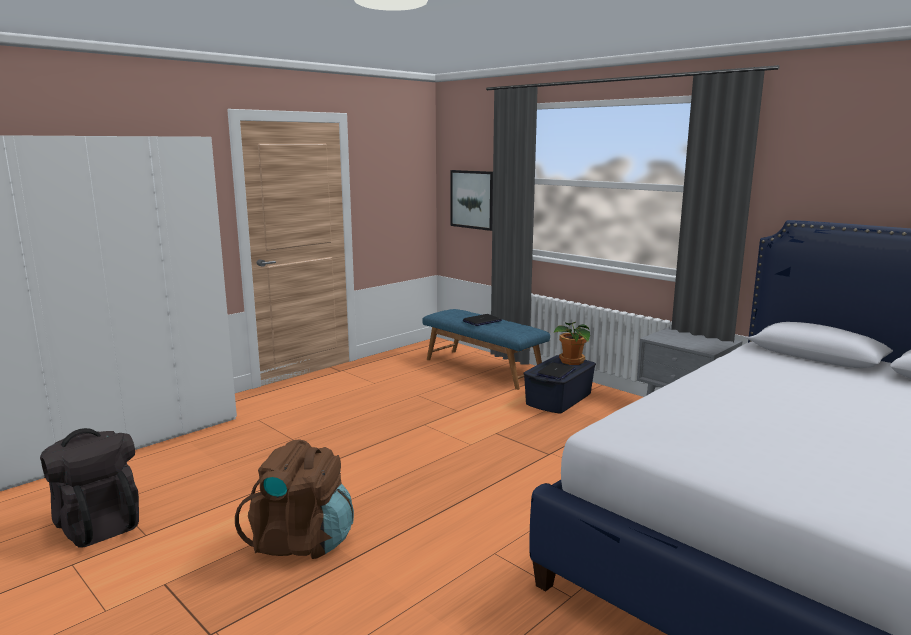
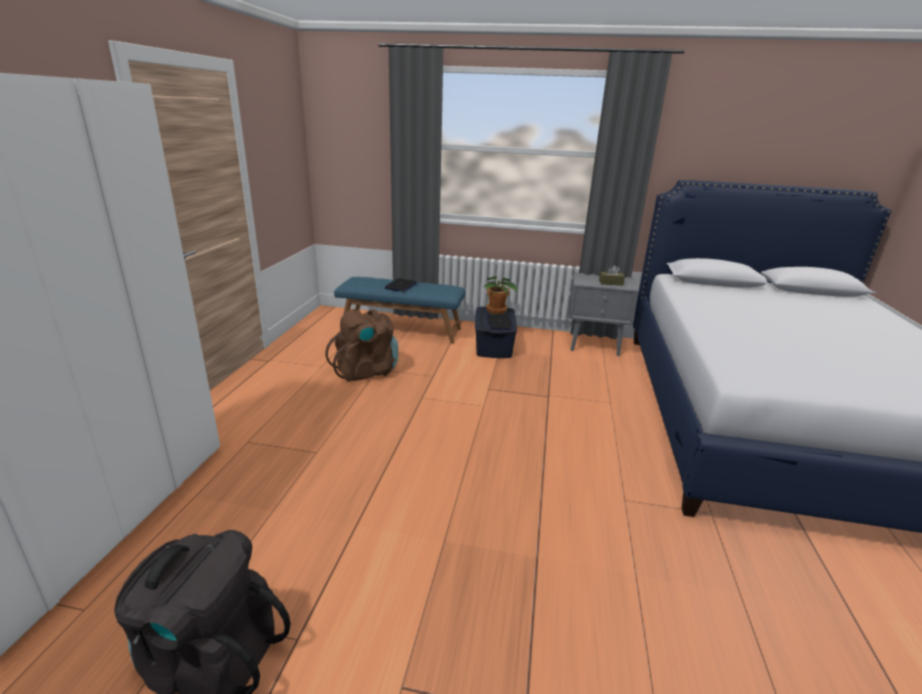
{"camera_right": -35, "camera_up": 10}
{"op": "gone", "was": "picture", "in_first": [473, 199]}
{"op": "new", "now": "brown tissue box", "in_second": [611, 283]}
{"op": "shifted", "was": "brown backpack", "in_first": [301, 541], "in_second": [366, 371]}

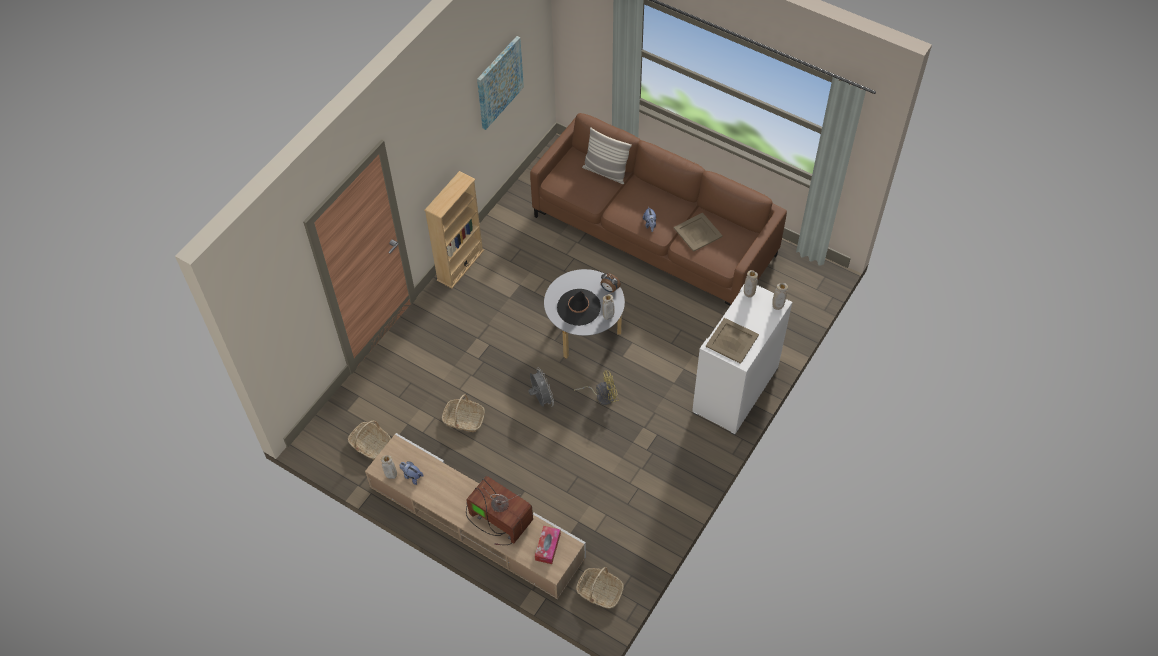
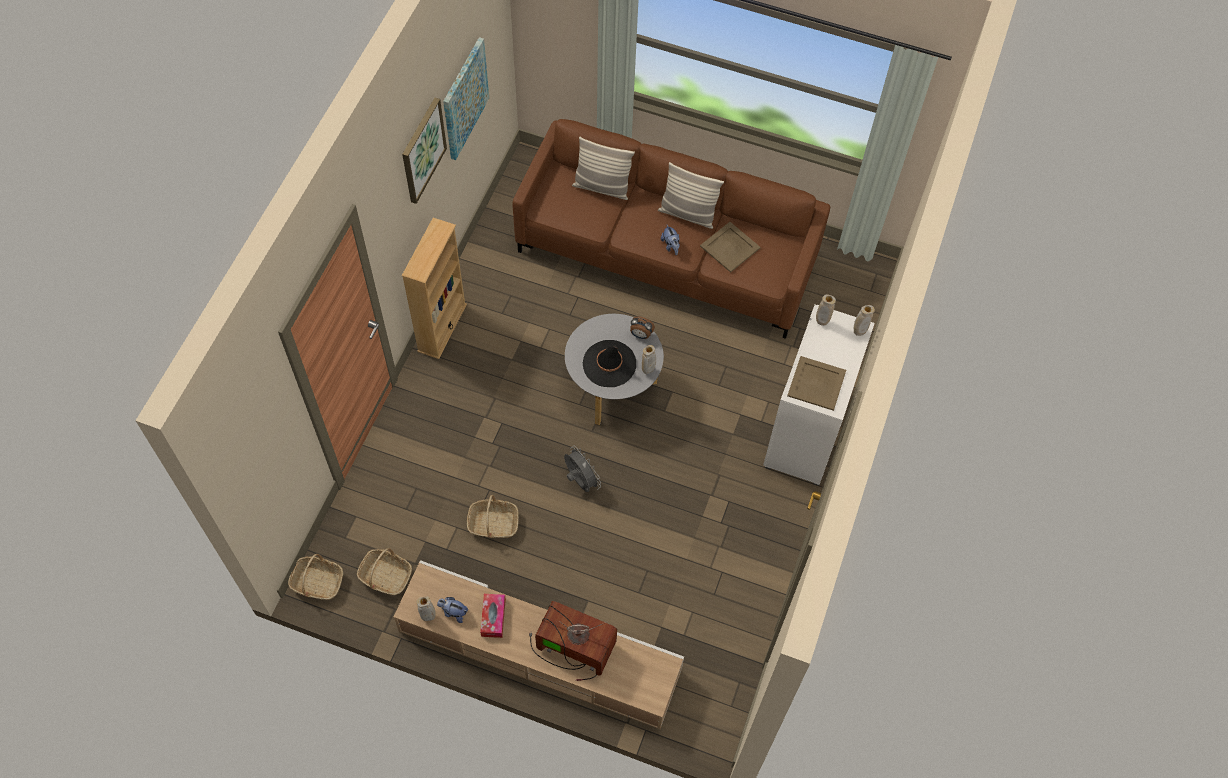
{"camera_right": -15, "camera_up": 5}
{"op": "gone", "was": "yellow fan", "in_first": [601, 396]}
{"op": "new", "now": "picture", "in_second": [422, 150]}
{"op": "new", "now": "pillow", "in_second": [687, 214]}
{"op": "shifted", "was": "tissue box", "in_first": [547, 547], "in_second": [493, 617]}
{"op": "shifted", "was": "basket", "in_first": [599, 592], "in_second": [317, 582]}

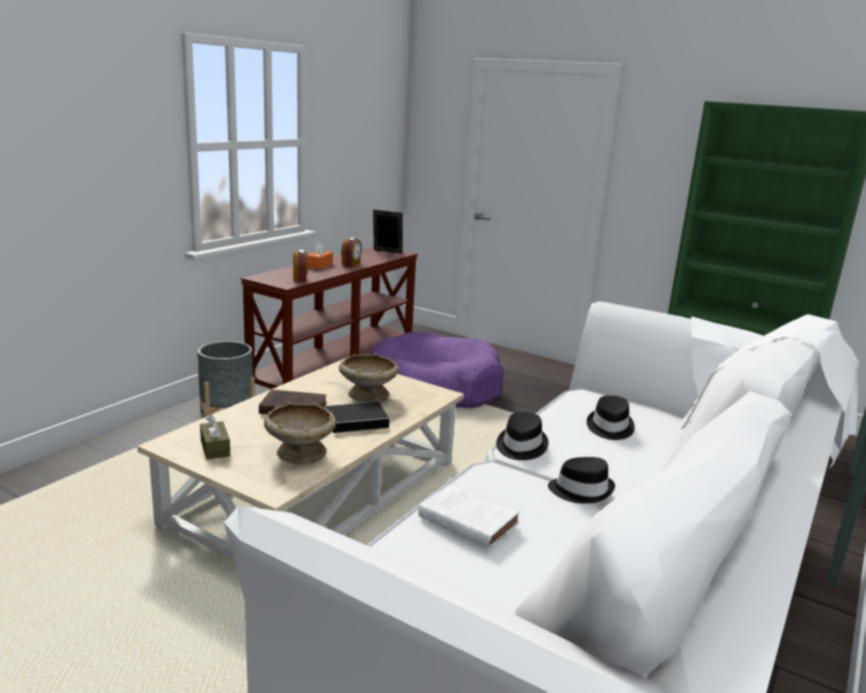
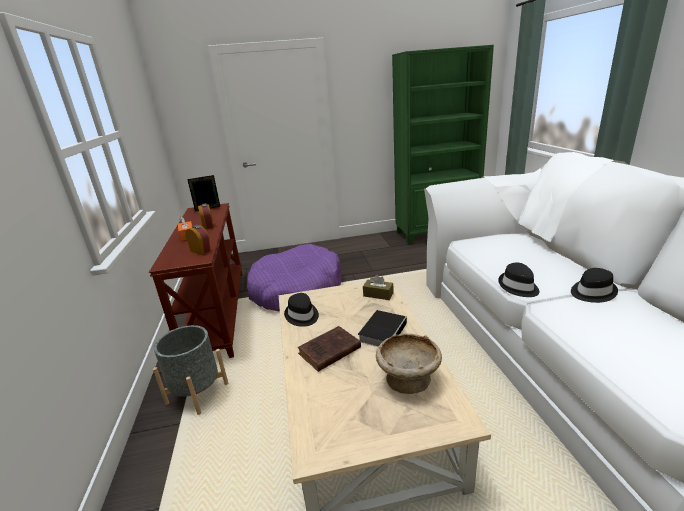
{"camera_right": -40, "camera_up": 5}
{"op": "gone", "was": "beige bowl", "in_first": [367, 395]}
{"op": "gone", "was": "white book", "in_first": [466, 519]}
{"op": "shifted", "was": "brown tissue box", "in_first": [215, 448], "in_second": [378, 294]}
{"op": "shifted", "was": "black hat", "in_first": [609, 427], "in_second": [302, 316]}

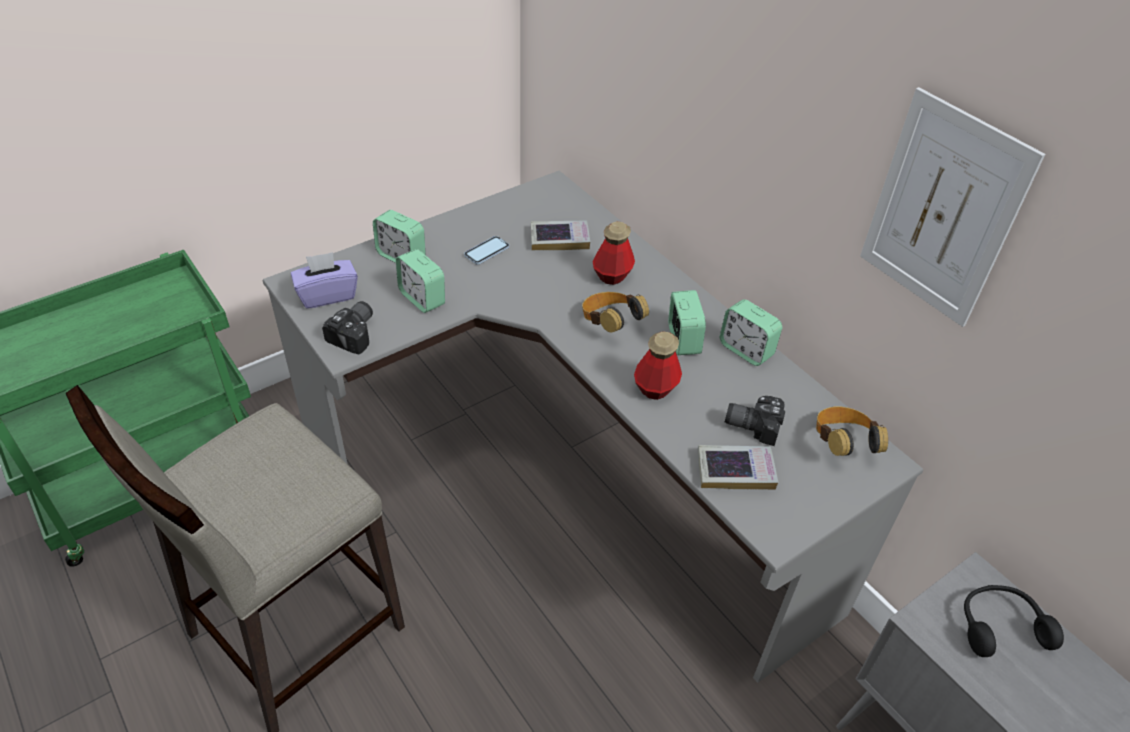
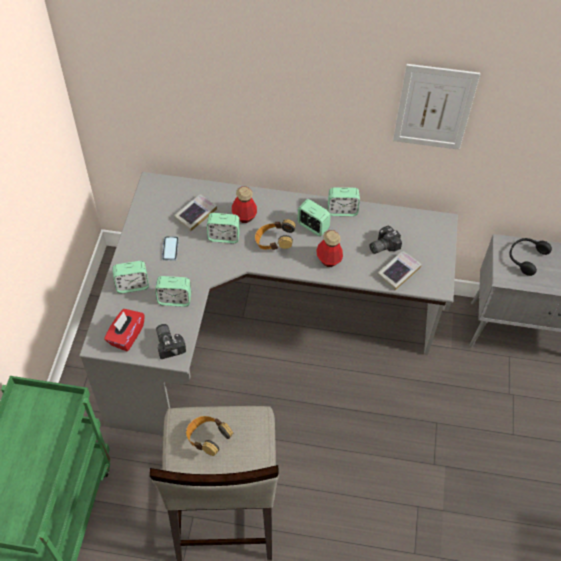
{"camera_right": -45, "camera_up": 10}
{"op": "new", "now": "alarm clock", "in_second": [223, 236]}
{"op": "shifted", "was": "headphones", "in_first": [842, 444], "in_second": [207, 439]}
{"op": "repainted", "was": "purple tissue box", "now": "red tissue box", "in_first": [327, 295], "in_second": [126, 336]}

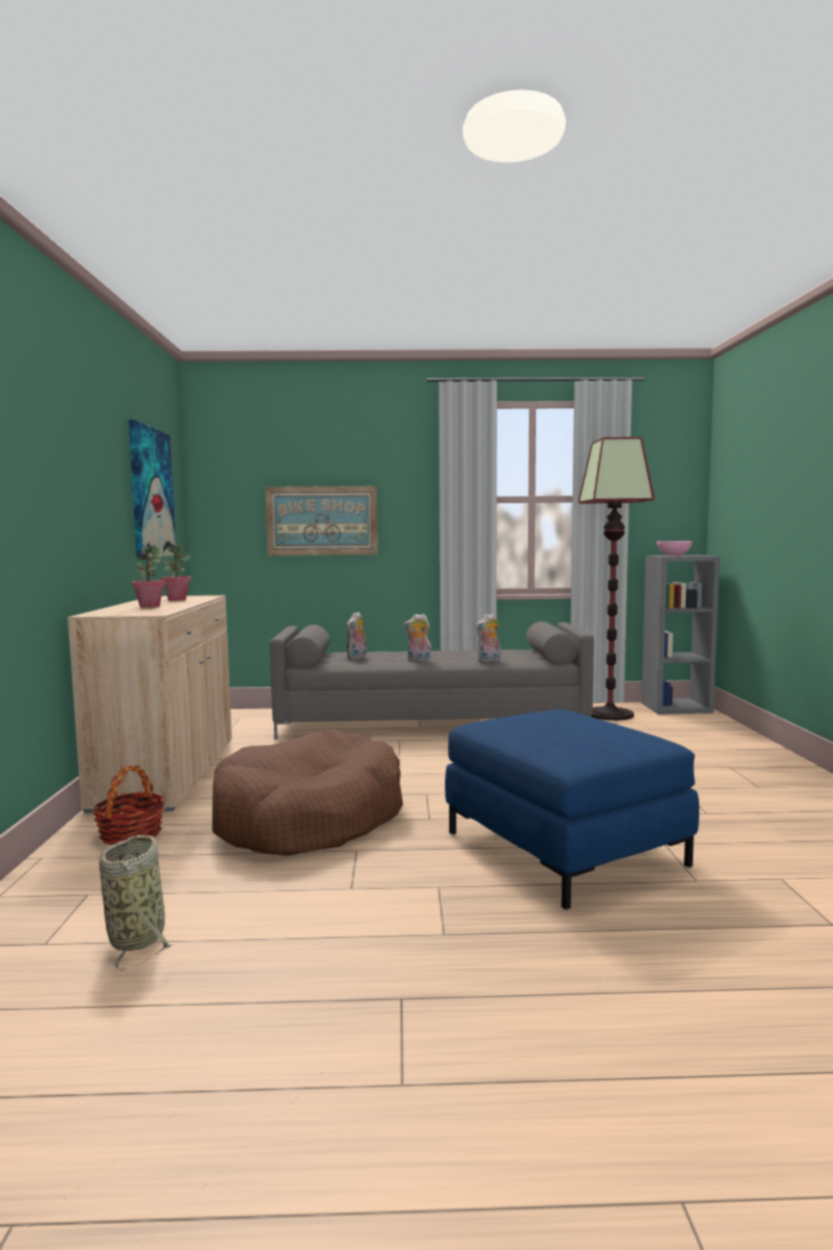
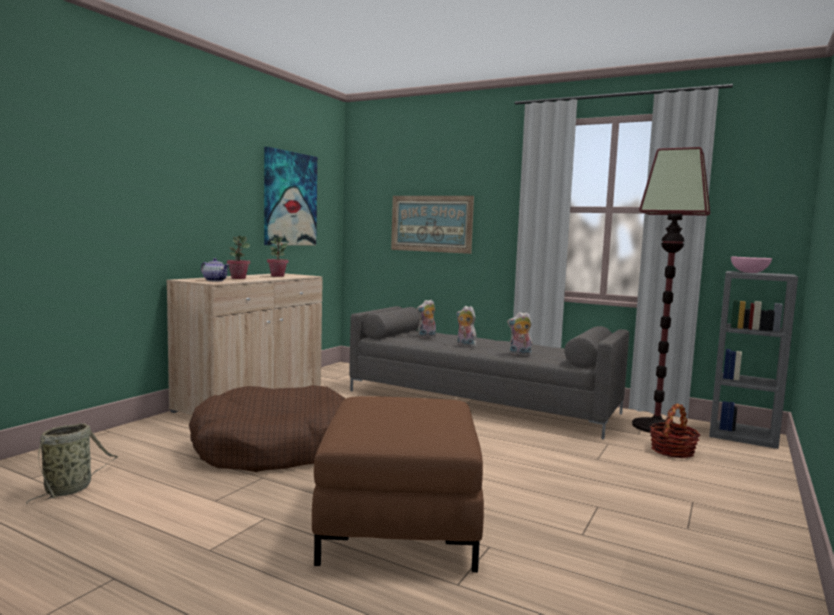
{"camera_right": 30, "camera_up": 0}
{"op": "new", "now": "teapot", "in_second": [215, 280]}
{"op": "shifted", "was": "basket", "in_first": [131, 834], "in_second": [672, 451]}
{"op": "repainted", "was": "blue ottoman", "now": "brown ottoman", "in_first": [564, 848], "in_second": [400, 522]}

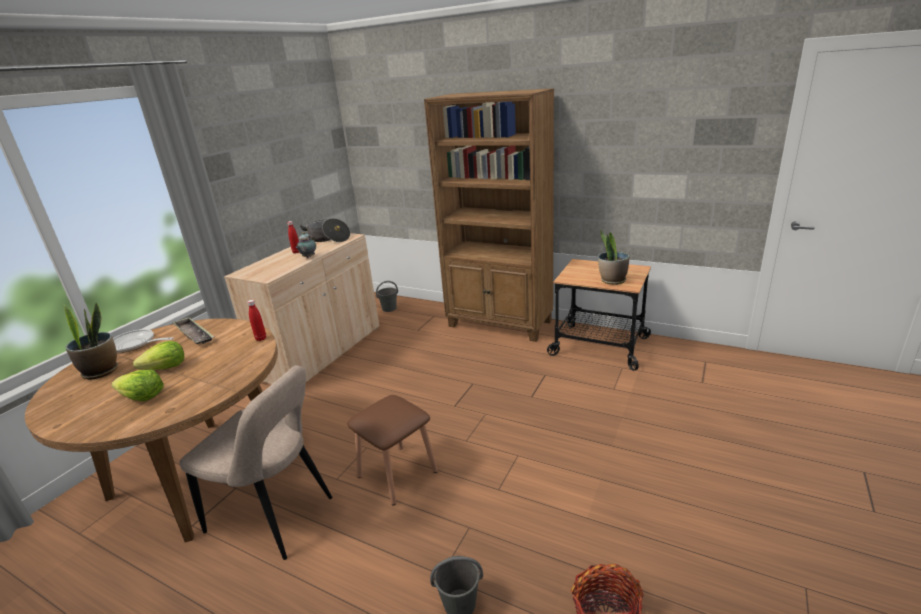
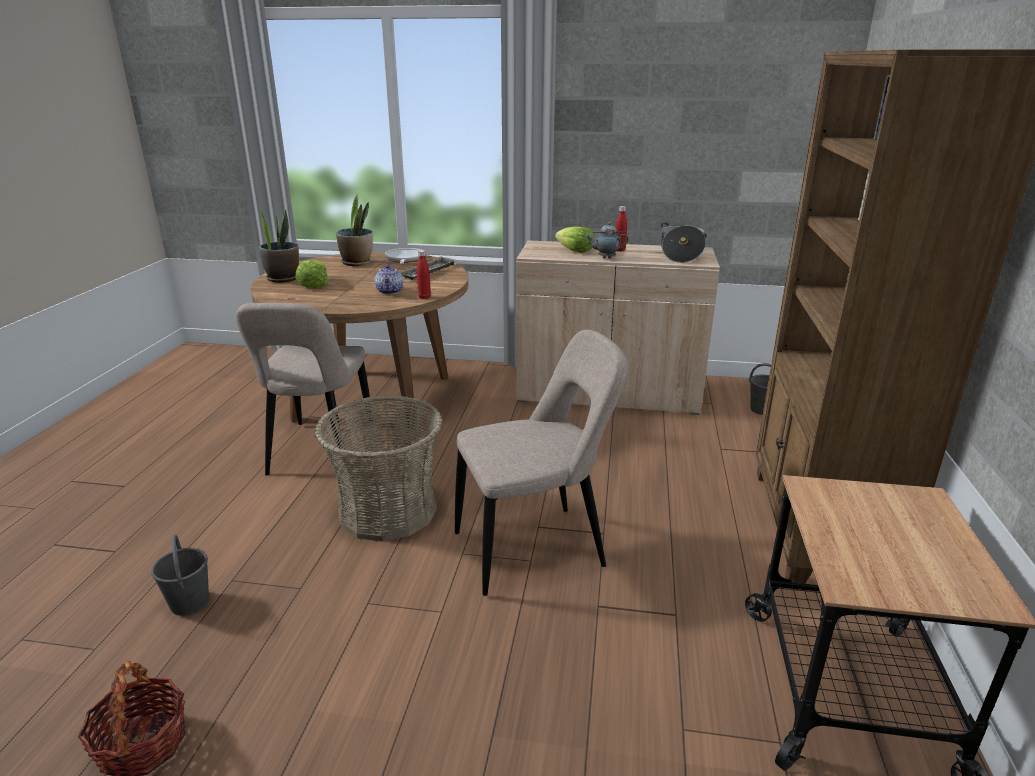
{"camera_right": 70, "camera_up": 0}
{"op": "new", "now": "teapot", "in_second": [390, 292]}
{"op": "new", "now": "beige chair", "in_second": [536, 548]}
{"op": "shifted", "was": "lettuce", "in_first": [166, 368], "in_second": [575, 251]}
{"op": "shifted", "was": "potted plant", "in_first": [612, 281], "in_second": [283, 278]}
{"op": "swapped", "was": "brown stool", "now": "basket", "in_first": [397, 474], "in_second": [388, 510]}

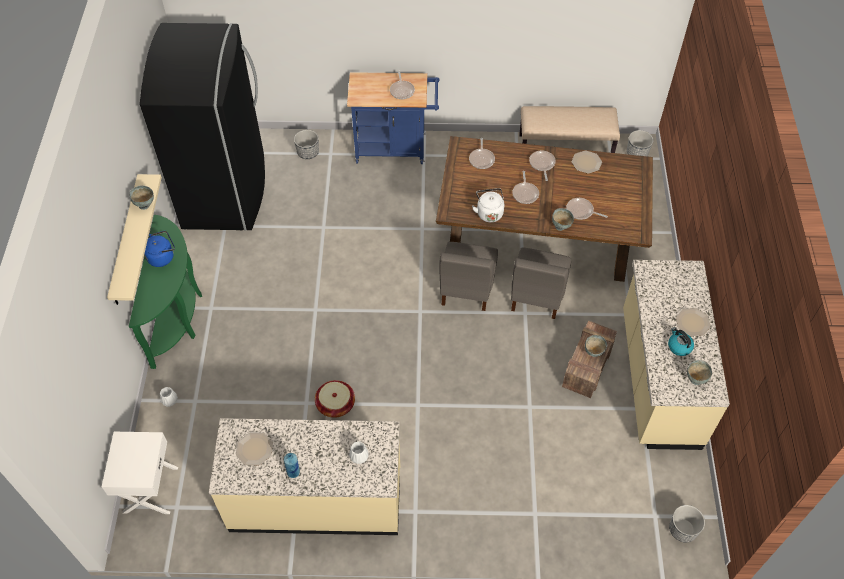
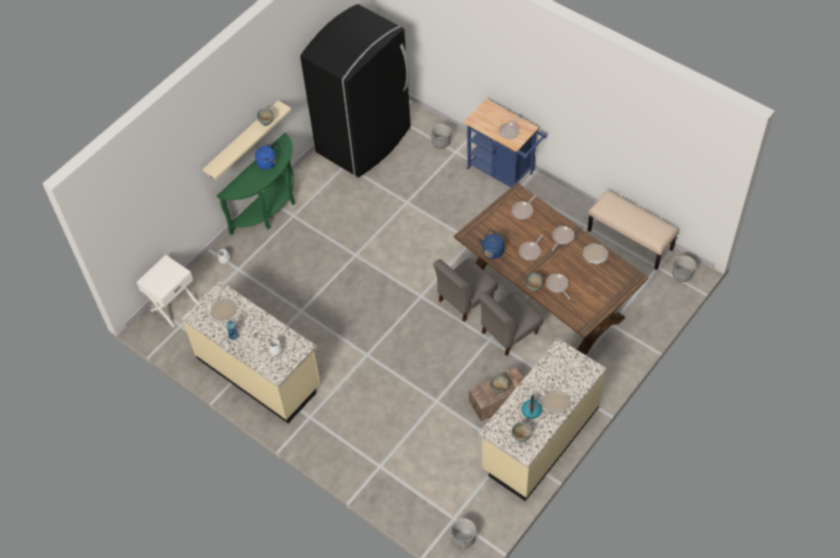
{"camera_right": 40, "camera_up": 0}
{"op": "gone", "was": "basket", "in_first": [335, 404]}
{"op": "repainted", "was": "white kettle", "now": "blue kettle", "in_first": [489, 212], "in_second": [493, 250]}

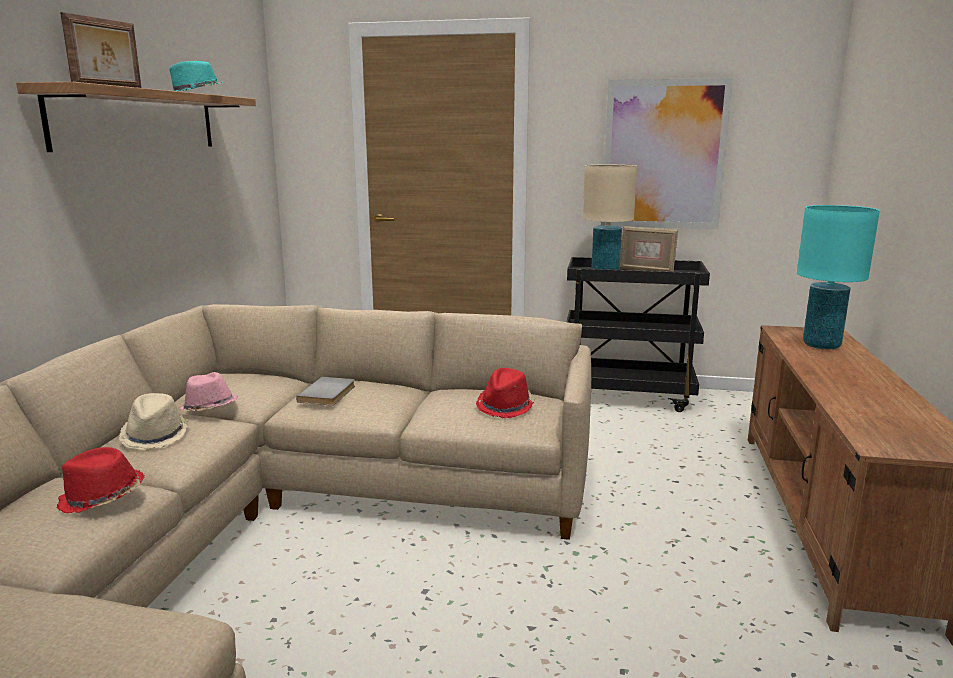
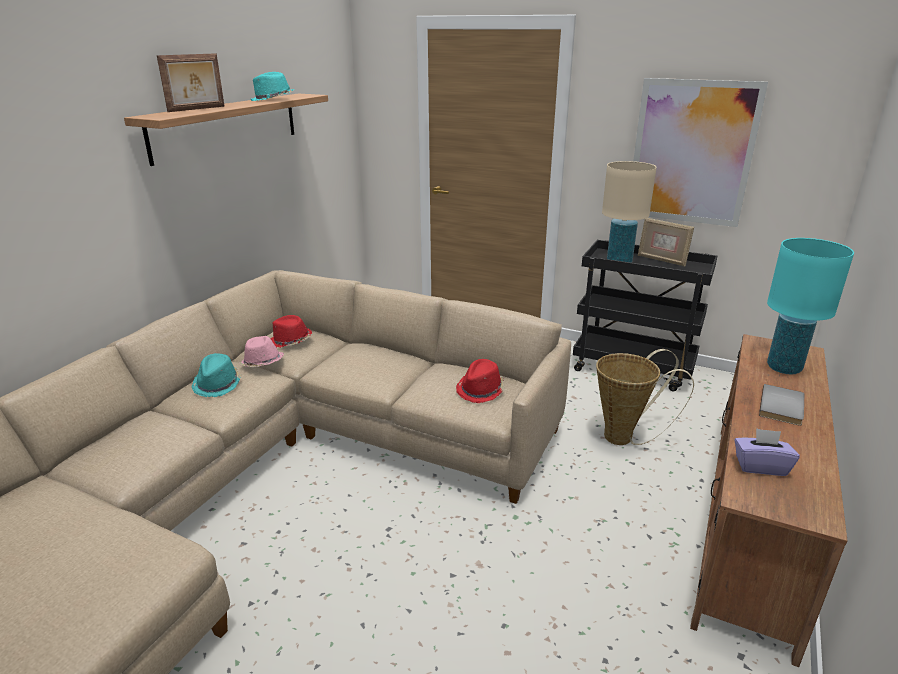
{"camera_right": 15, "camera_up": 10}
{"op": "new", "now": "basket", "in_second": [625, 438]}
{"op": "new", "now": "purple tissue box", "in_second": [760, 466]}
{"op": "shifted", "was": "red hat", "in_first": [101, 498], "in_second": [291, 341]}
{"op": "shifted", "was": "grey book", "in_first": [329, 394], "in_second": [783, 407]}
{"op": "repainted", "was": "beige hat", "now": "turquoise hat", "in_first": [156, 436], "in_second": [218, 384]}

